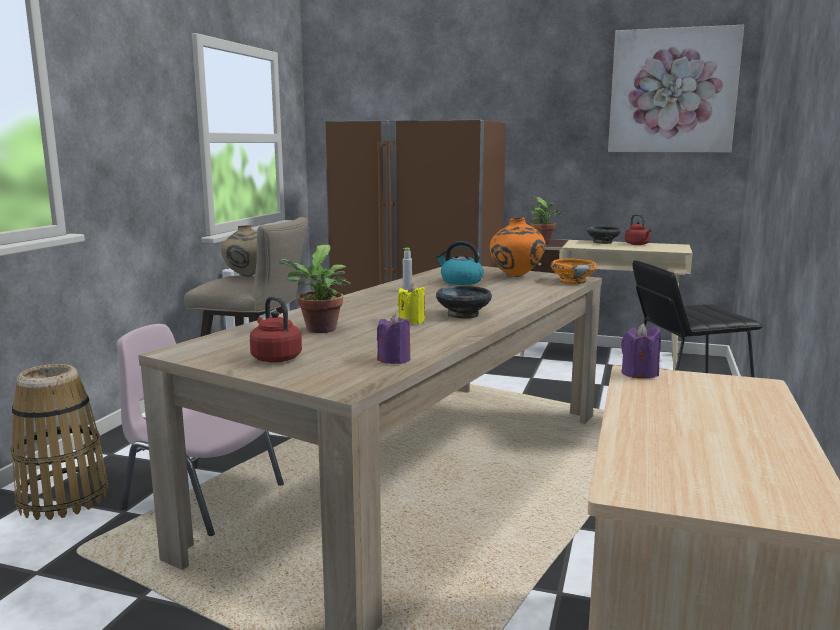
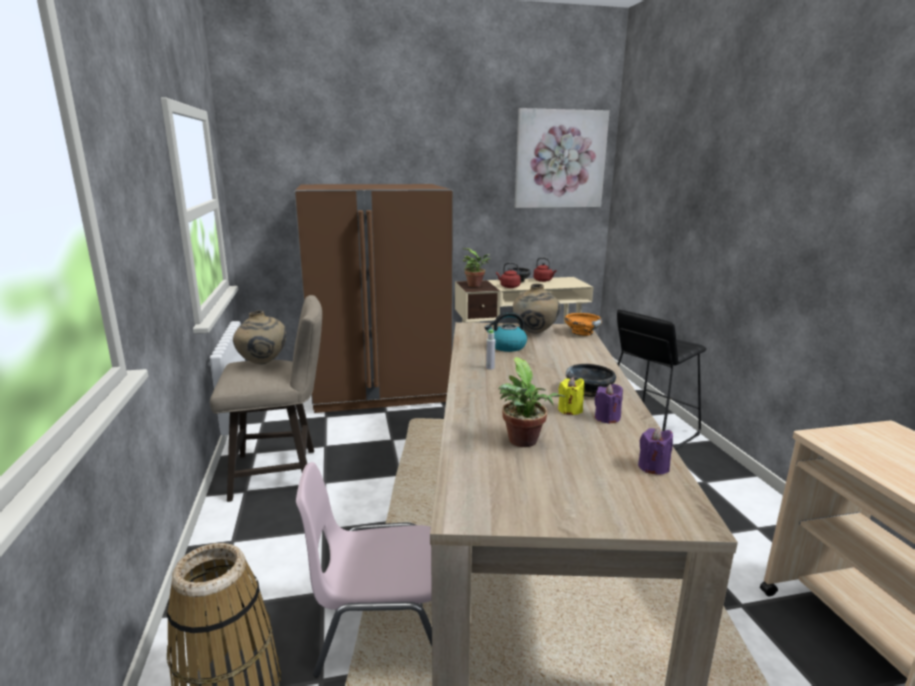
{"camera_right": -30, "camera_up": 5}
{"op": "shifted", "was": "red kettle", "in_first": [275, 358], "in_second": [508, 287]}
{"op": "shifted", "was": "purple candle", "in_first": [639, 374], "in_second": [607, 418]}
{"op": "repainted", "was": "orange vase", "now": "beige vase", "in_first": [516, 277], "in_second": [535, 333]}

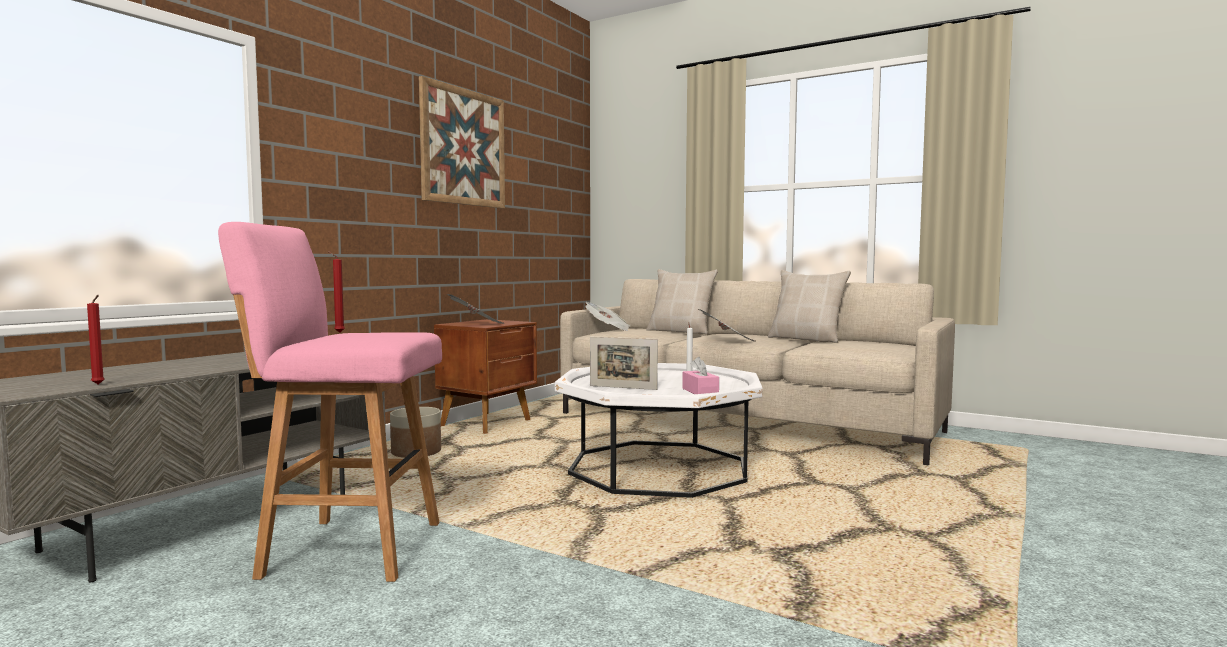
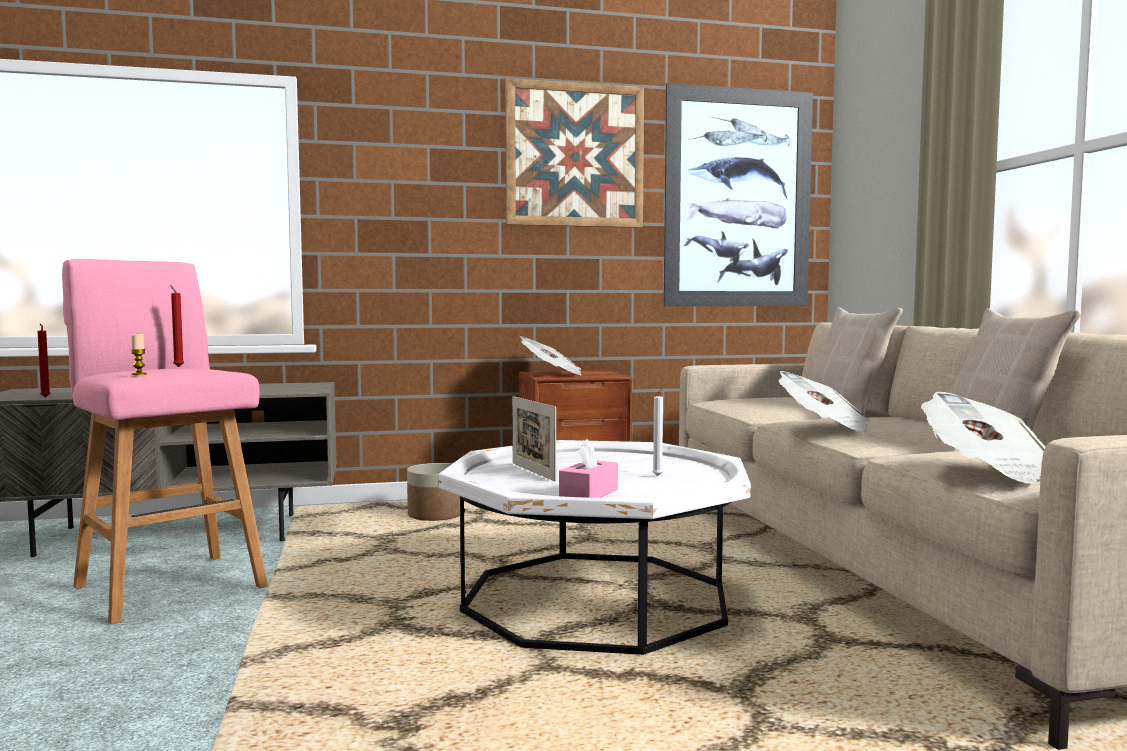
{"camera_right": 45, "camera_up": 0}
{"op": "new", "now": "candle", "in_second": [139, 374]}
{"op": "new", "now": "picture", "in_second": [738, 198]}
{"op": "shifted", "was": "newspaper", "in_first": [608, 329], "in_second": [987, 470]}

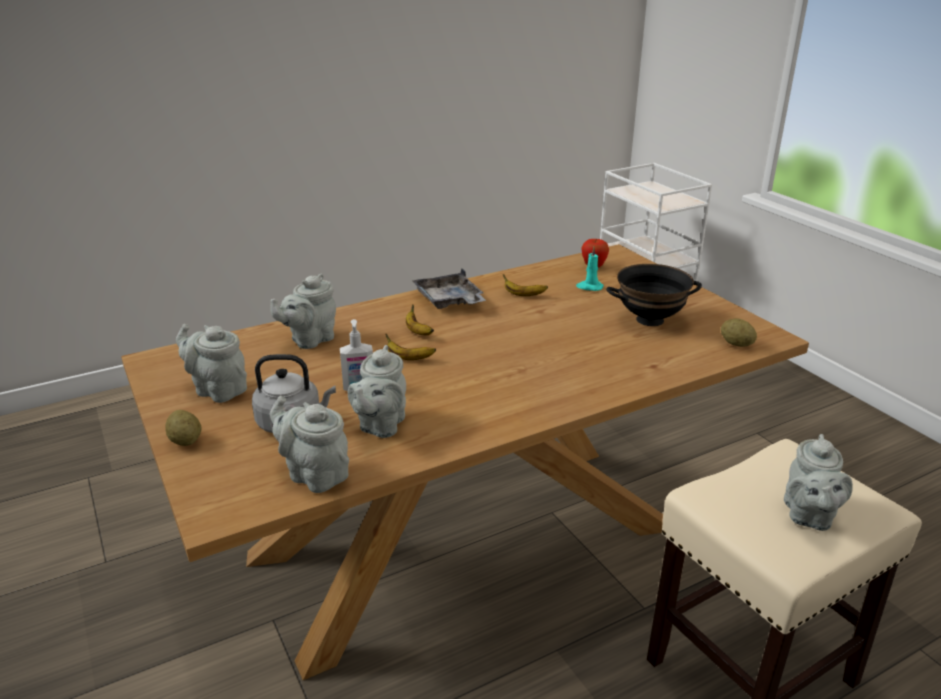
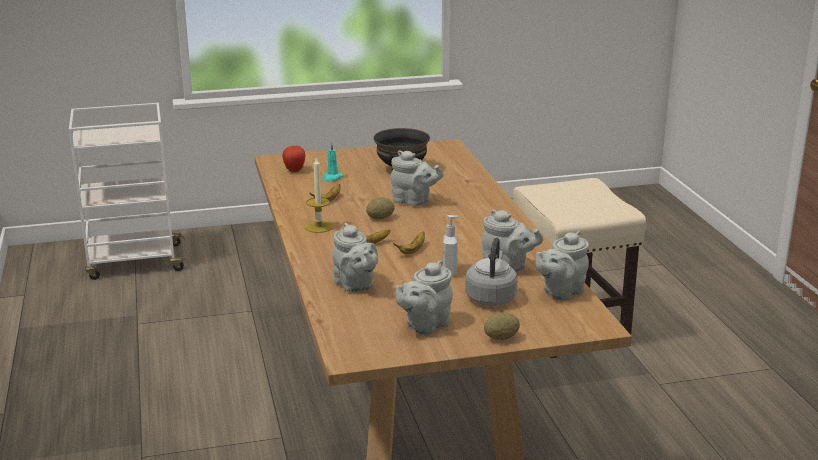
{"camera_right": -75, "camera_up": -5}
{"op": "shifted", "was": "potato", "in_first": [736, 344], "in_second": [380, 218]}
{"op": "shifted", "was": "grey teapot", "in_first": [808, 516], "in_second": [413, 201]}
{"op": "swapped", "was": "grey tray", "now": "candle", "in_first": [449, 301], "in_second": [319, 227]}

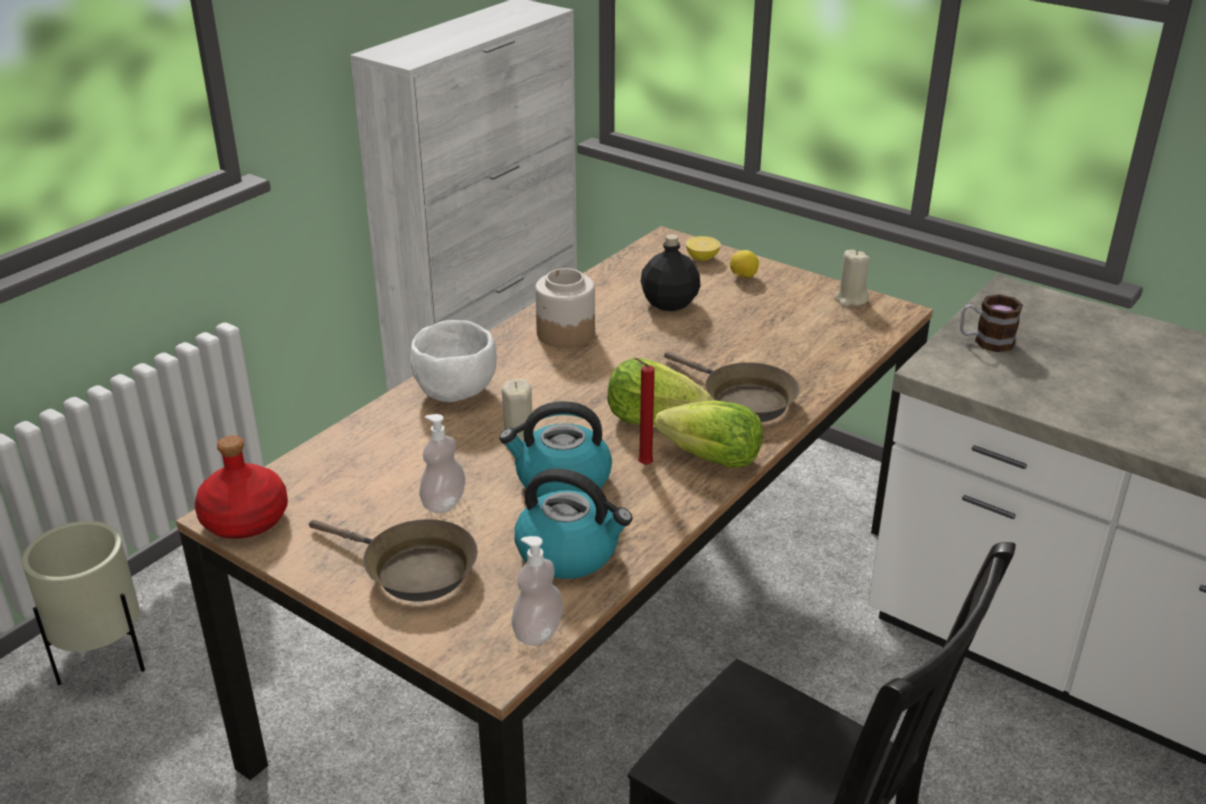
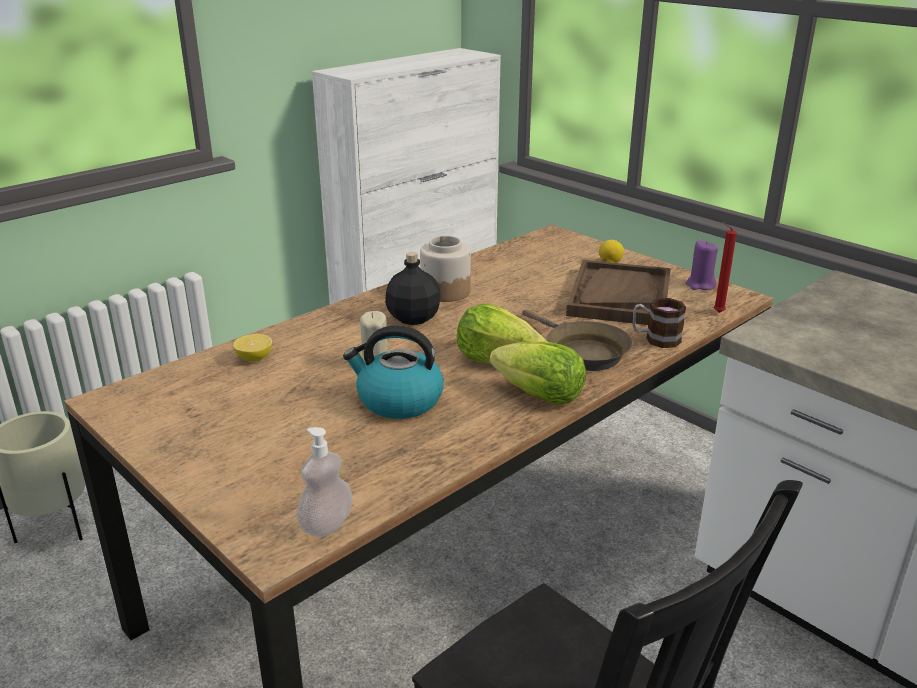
{"camera_right": 10, "camera_up": -5}
{"op": "gone", "was": "red bottle", "in_first": [245, 520]}
{"op": "gone", "was": "brown frying pan", "in_first": [412, 570]}
{"op": "gone", "was": "white bowl", "in_first": [457, 390]}
{"op": "gone", "was": "soap dispenser", "in_first": [444, 503]}
{"op": "gone", "was": "kettle", "in_first": [569, 552]}
{"op": "new", "now": "brown tray", "in_second": [619, 296]}
{"op": "shifted", "was": "red candle", "in_first": [642, 465], "in_second": [716, 312]}
{"op": "shifted", "was": "black bottle", "in_first": [670, 303], "in_second": [414, 317]}
{"op": "shifted", "was": "lemon", "in_first": [702, 258], "in_second": [254, 358]}
{"op": "shifted", "was": "mug", "in_first": [985, 341], "in_second": [655, 339]}
{"op": "repainted", "was": "beige candle", "now": "purple candle", "in_first": [850, 299], "in_second": [700, 285]}

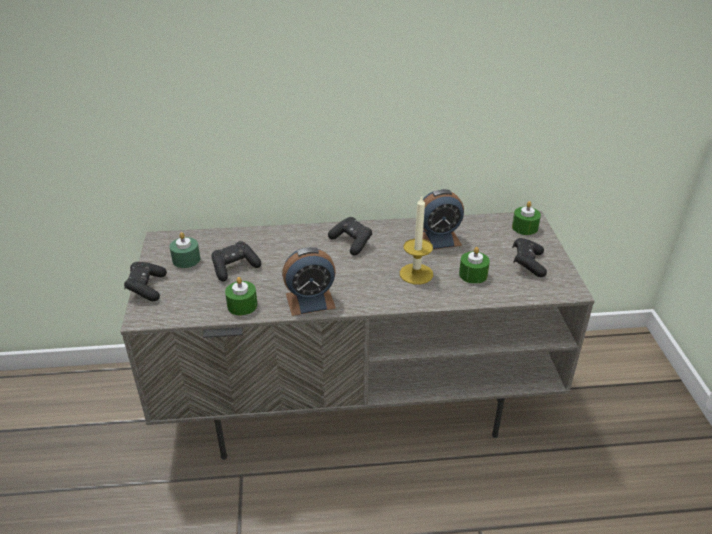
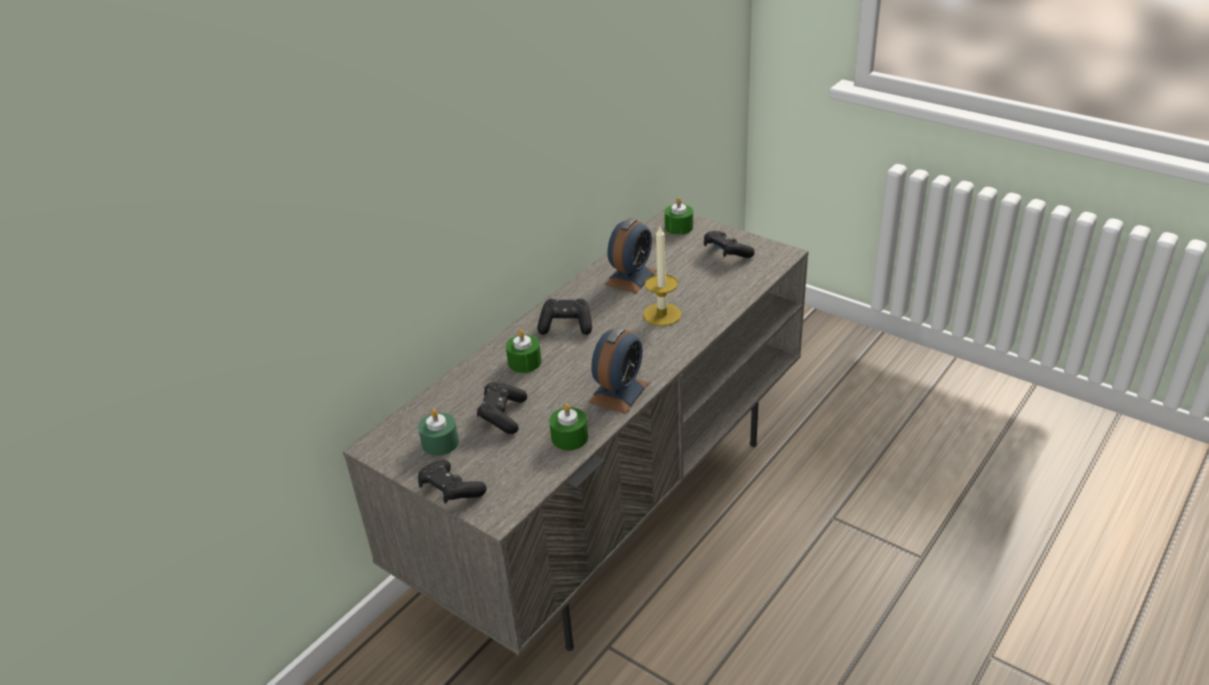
{"camera_right": -45, "camera_up": 0}
{"op": "shifted", "was": "green candle", "in_first": [473, 274], "in_second": [524, 362]}

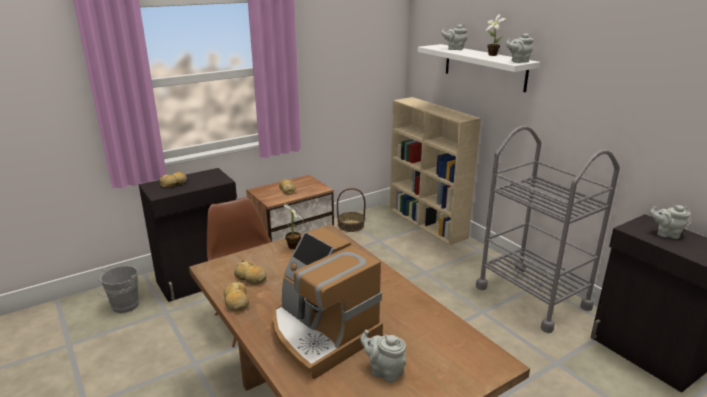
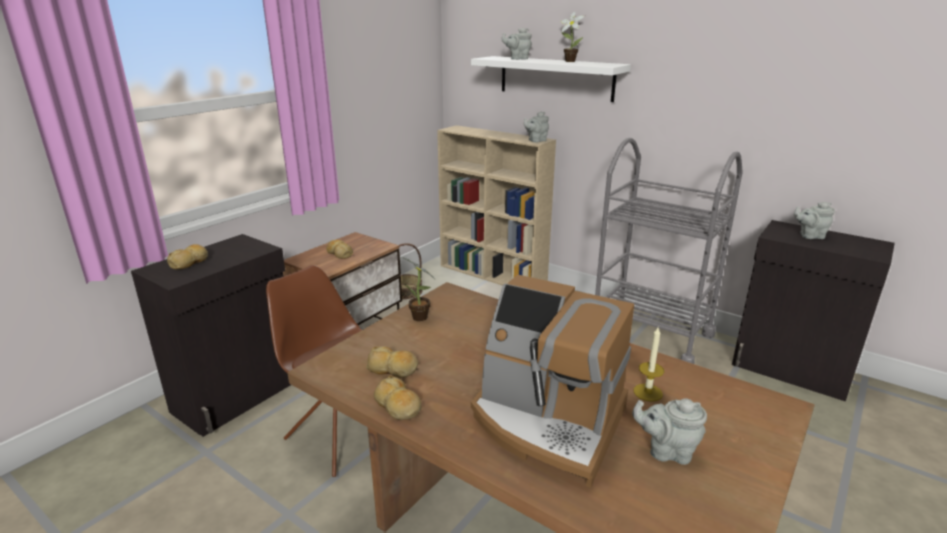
{"camera_right": -20, "camera_up": 0}
{"op": "gone", "was": "grey bucket", "in_first": [123, 307]}
{"op": "new", "now": "candle", "in_second": [648, 392]}
{"op": "shifted", "was": "grey teapot", "in_first": [518, 61], "in_second": [536, 140]}

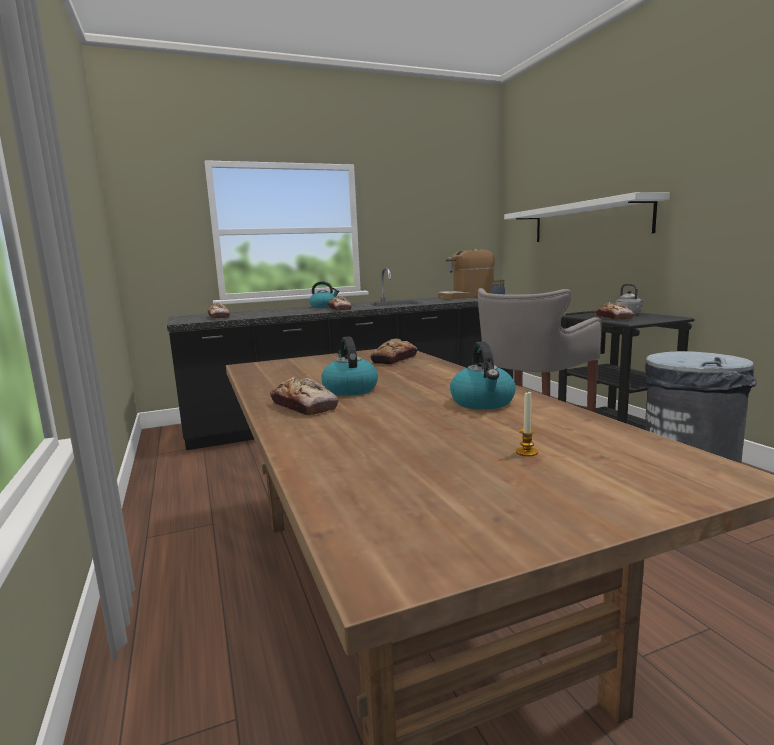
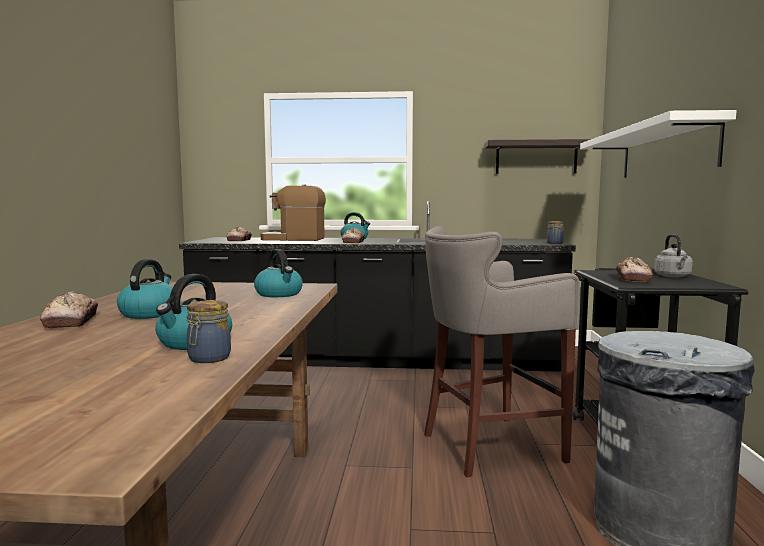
{"camera_right": 25, "camera_up": -5}
{"op": "gone", "was": "candle", "in_first": [526, 452]}
{"op": "new", "now": "jar", "in_second": [208, 359]}
{"op": "new", "now": "shelf", "in_second": [536, 158]}
{"op": "shifted", "was": "coffee machine", "in_first": [465, 296], "in_second": [294, 239]}
{"op": "swapped", "was": "bread", "now": "kettle", "in_first": [394, 359], "in_second": [279, 294]}

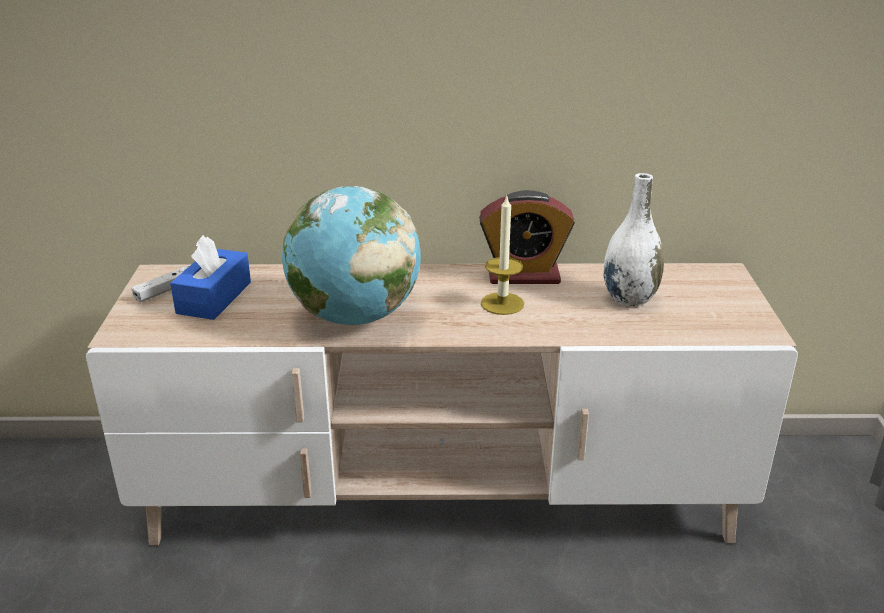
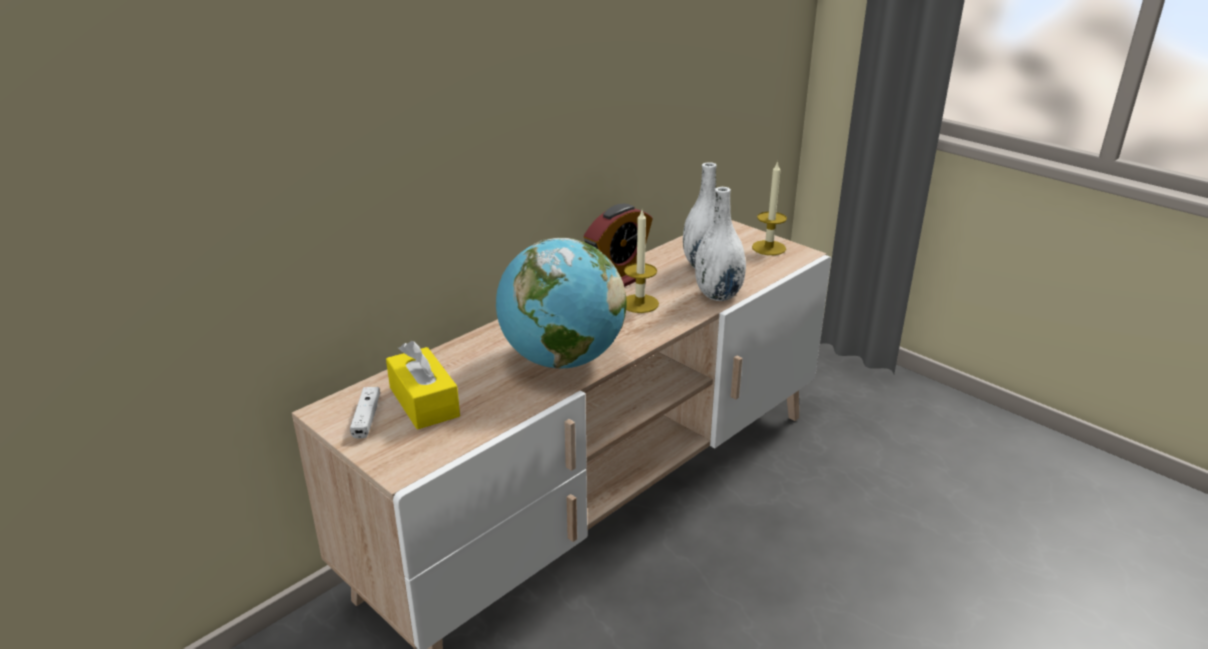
{"camera_right": -45, "camera_up": 0}
{"op": "new", "now": "white vase", "in_second": [718, 294]}
{"op": "new", "now": "candle", "in_second": [768, 248]}
{"op": "repainted", "was": "blue tissue box", "now": "yellow tissue box", "in_first": [214, 298], "in_second": [424, 402]}

